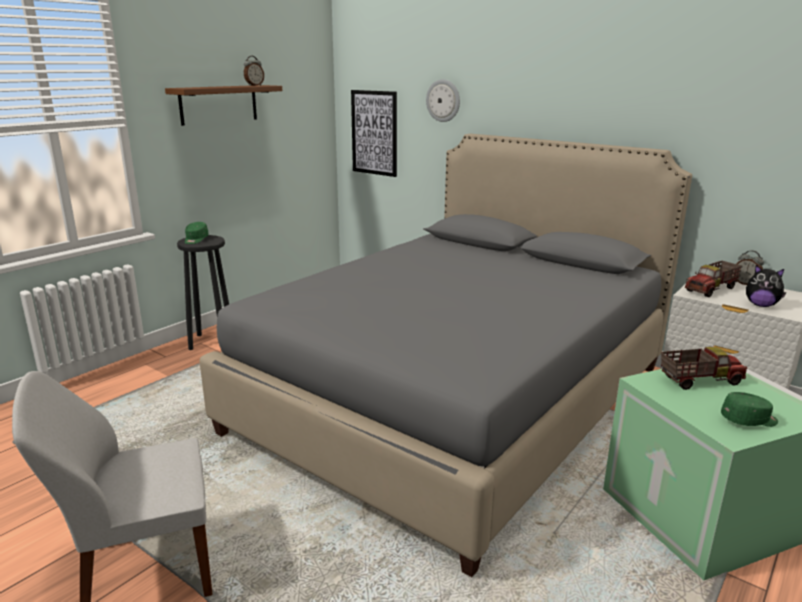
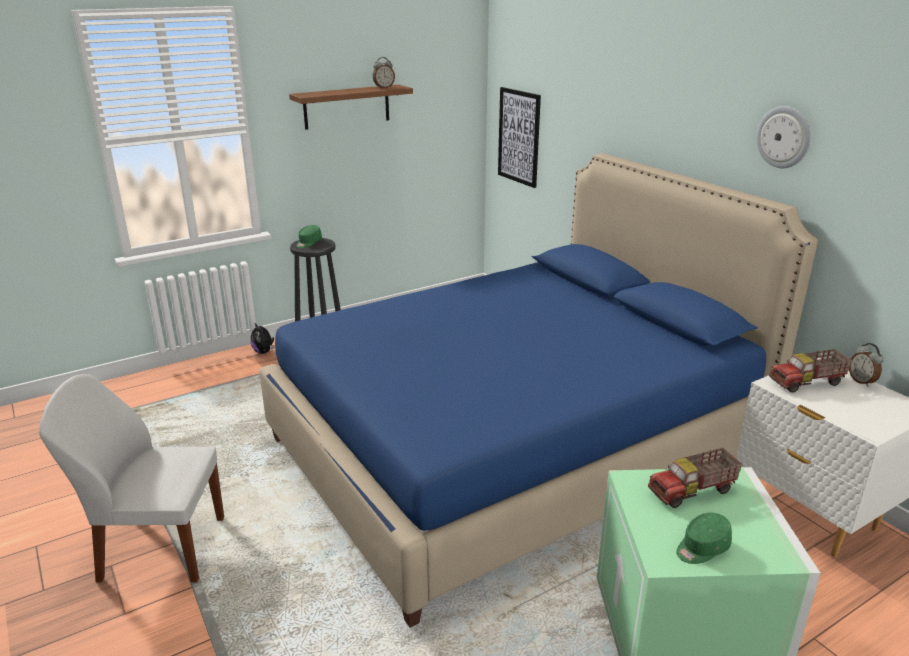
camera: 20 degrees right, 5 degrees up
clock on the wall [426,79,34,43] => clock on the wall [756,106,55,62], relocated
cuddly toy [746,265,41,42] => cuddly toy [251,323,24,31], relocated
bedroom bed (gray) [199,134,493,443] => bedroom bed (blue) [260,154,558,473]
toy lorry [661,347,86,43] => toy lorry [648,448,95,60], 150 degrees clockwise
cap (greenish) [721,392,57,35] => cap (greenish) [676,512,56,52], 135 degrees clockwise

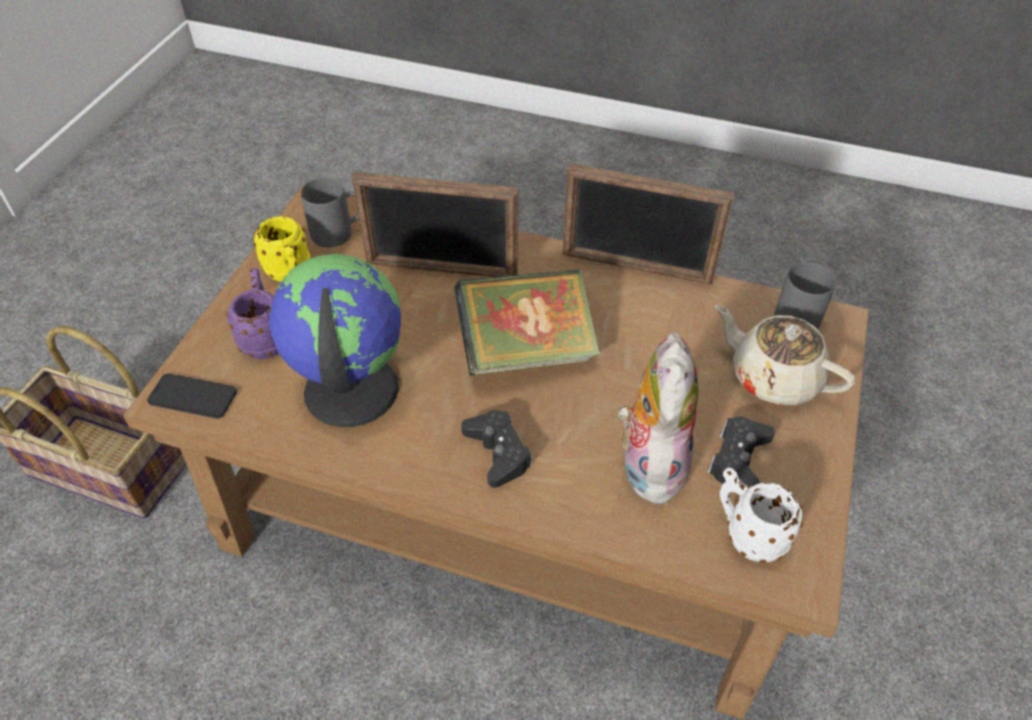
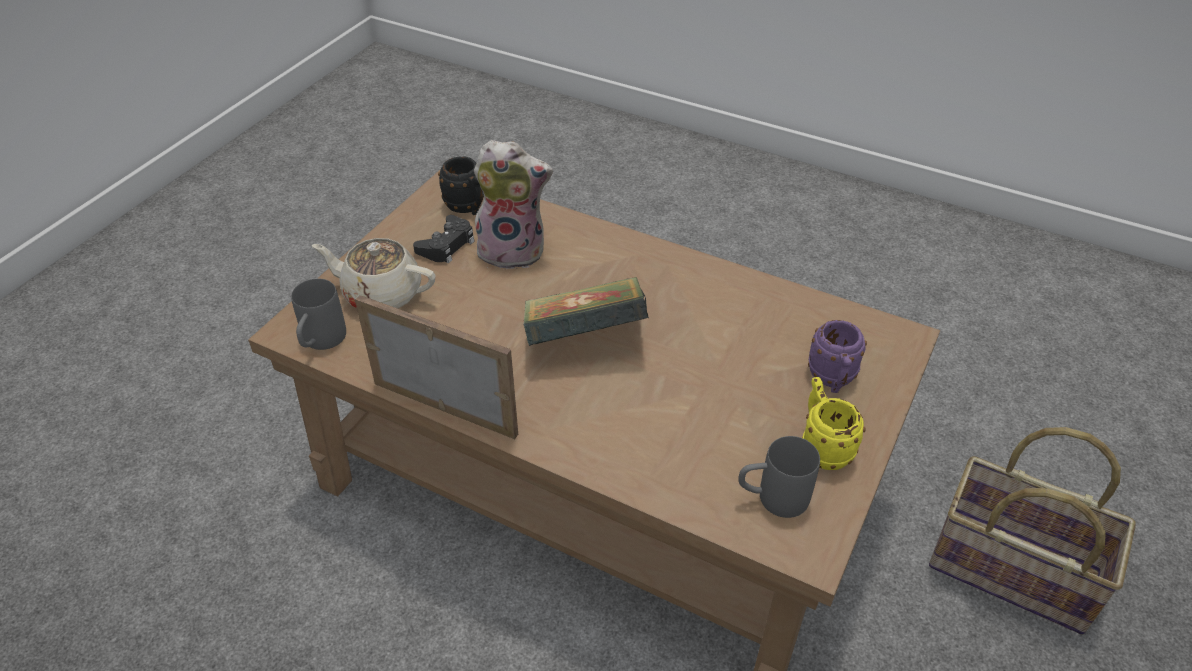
camera: 170 degrees left, 5 degrees down
phone [147,373,90,46] => nothing
world globe [268,254,133,173] => nothing
standing frame [352,172,166,105] => nothing
joypad (blackish) [461,410,71,78] => nothing
coffee mug (whitish) [720,467,83,96] => coffee mug (blackish) [438,156,46,59]
cuddly toy [618,332,80,173] => cuddly toy [474,140,79,129], 105 degrees counterclockwise
tea pot (beige-coloured) [715,305,140,100] => tea pot (beige-coloured) [312,238,124,70], 150 degrees clockwise

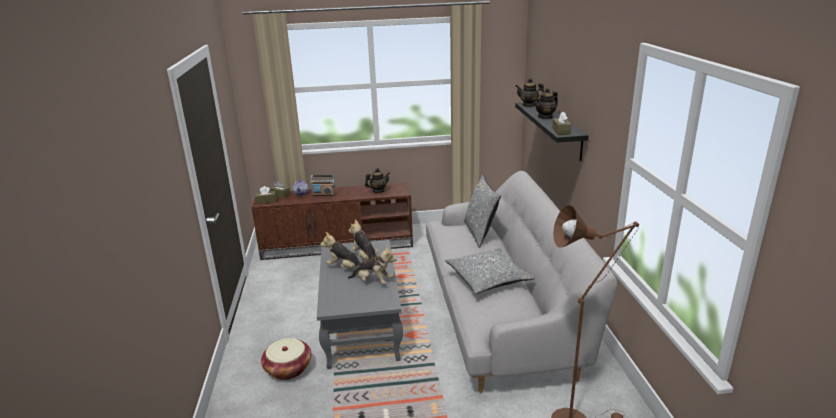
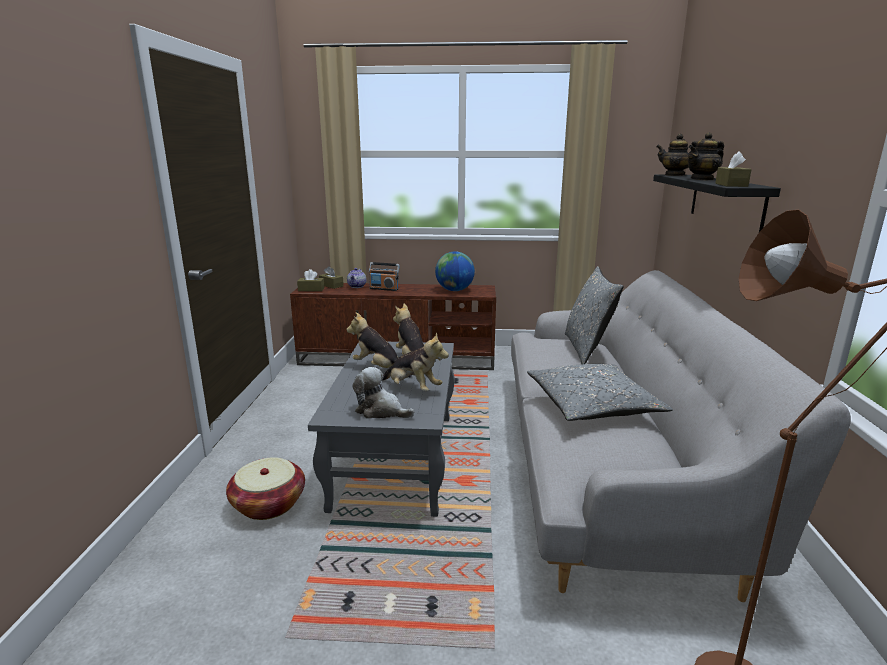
camera: 10 degrees right, 5 degrees down
nothing => cuddly toy [352,367,62,52]
tea pot [365,168,25,25] => world globe [435,251,40,40]

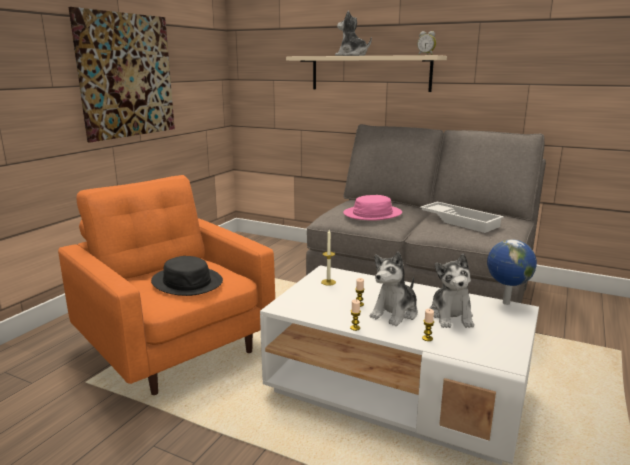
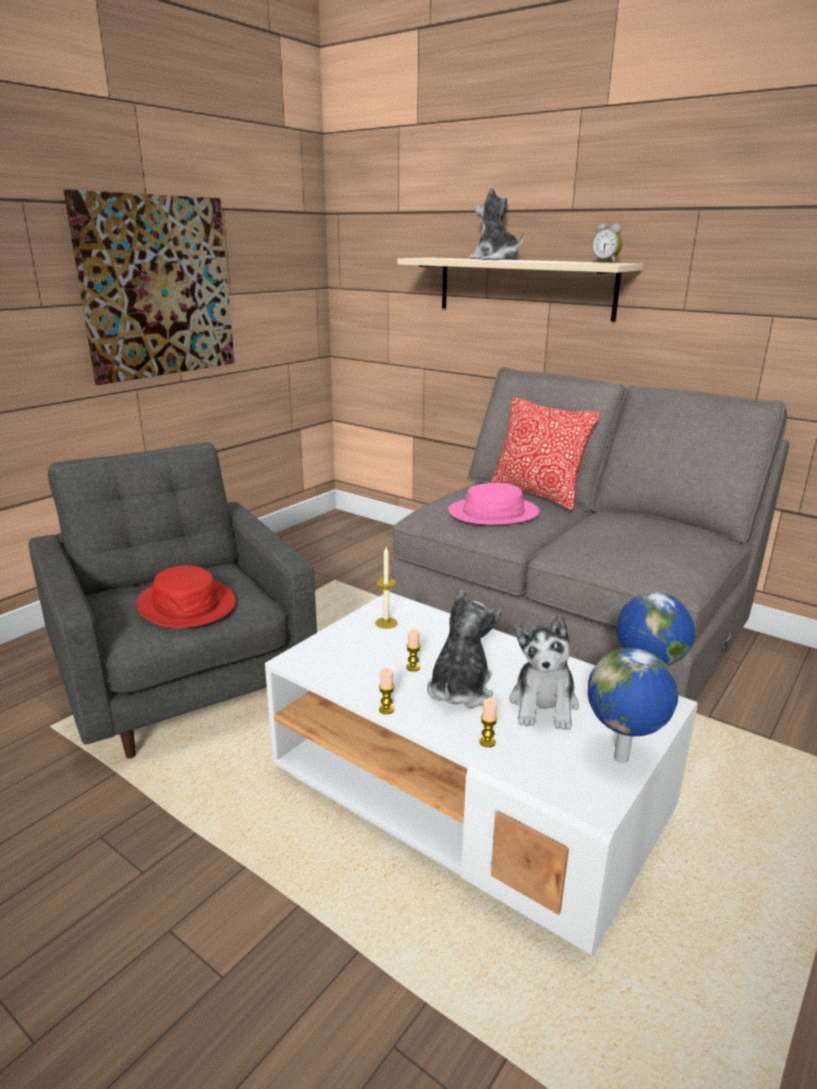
camera: 10 degrees right, 5 degrees up
tray (whitish) [420,202,84,31] => nothing
nothing => pillow [490,397,110,114]
nothing => world globe [588,648,90,115]
lounge chair (orangey) [58,175,217,220] => lounge chair (gray) [29,442,288,317]
hat (blackish) [151,256,72,40] => hat (red) [136,565,99,63]
cuddly toy [370,252,48,74] => cuddly toy [427,590,74,118], 150 degrees clockwise

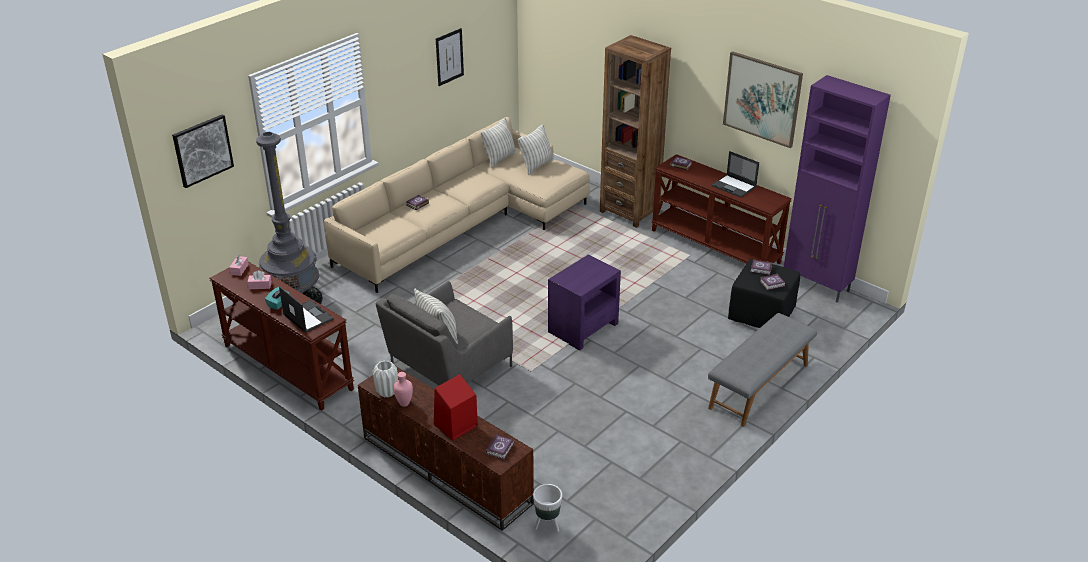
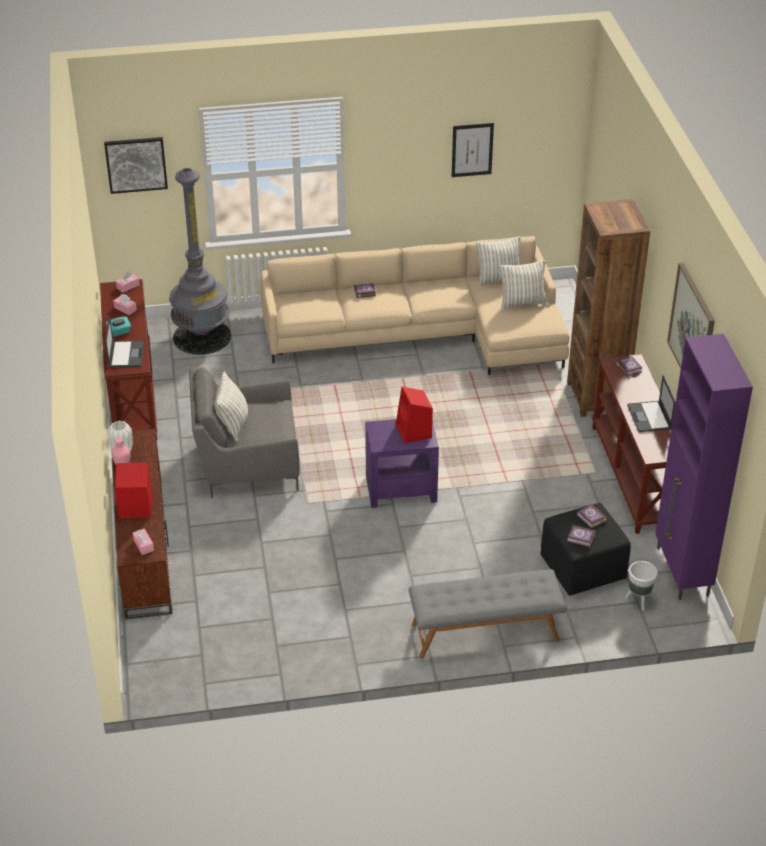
camera: 40 degrees right, 5 degrees up
nothing => audio speaker (red) [396,387,37,56]
plant pot (whitish) [533,484,29,48] => plant pot (whitish) [625,561,32,50], relocated
book [486,434,28,25] => tissue box (pink) [133,529,21,26]

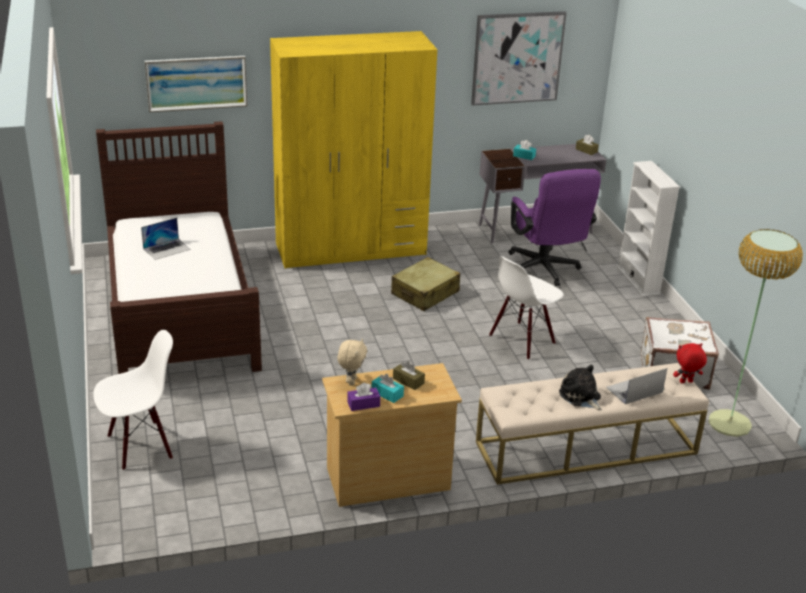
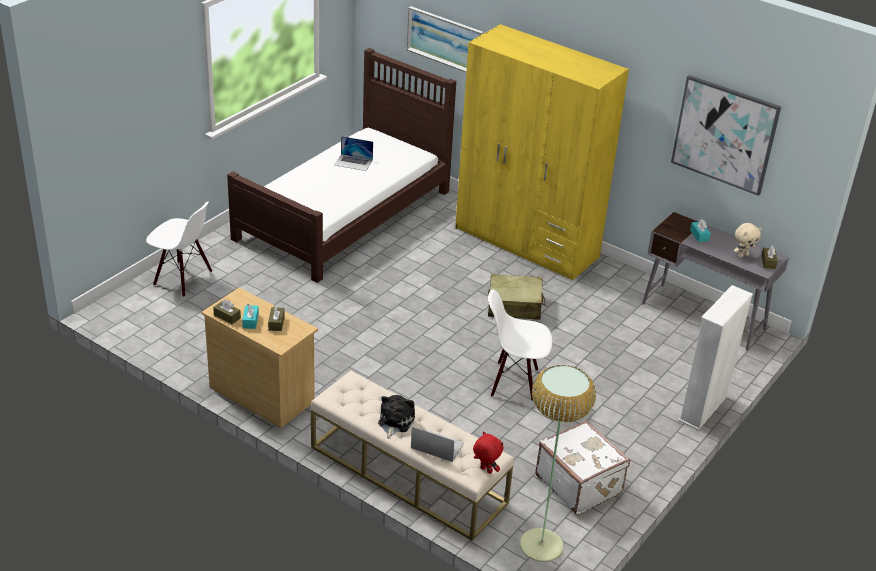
camera: 50 degrees right, 5 degrees up
office chair (purplish) [508,169,93,117] => nothing
cuddly toy (beige-coloured) [337,339,30,47] => cuddly toy (beige-coloured) [734,223,27,35], relocated
tissue box (purplish) [347,383,33,28] => tissue box (brown-coloured) [213,299,28,25]

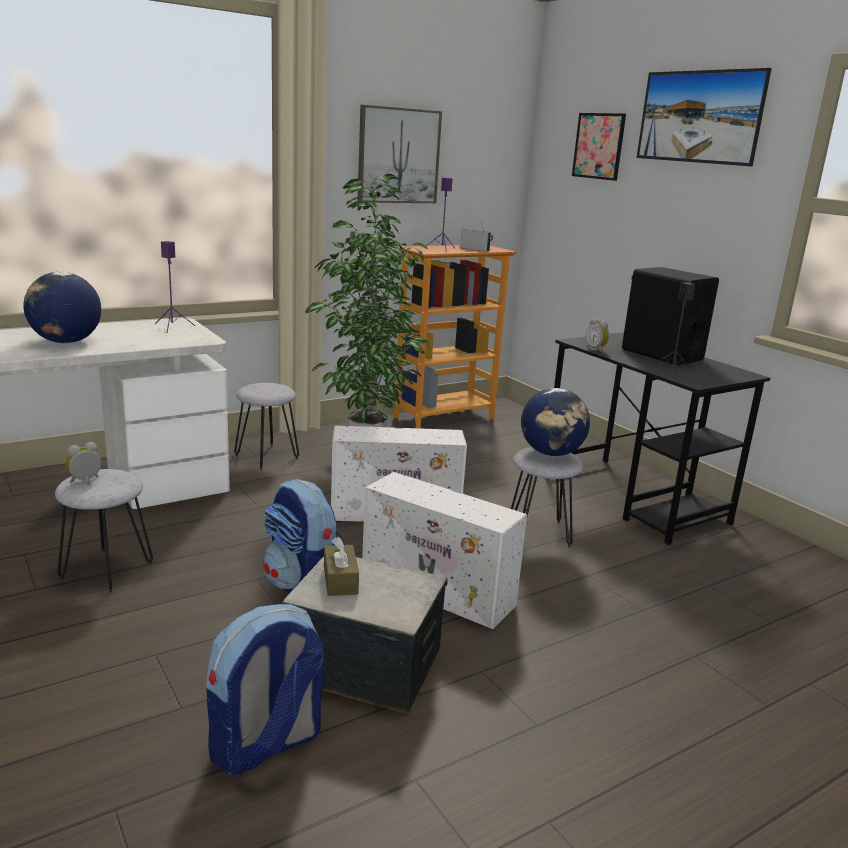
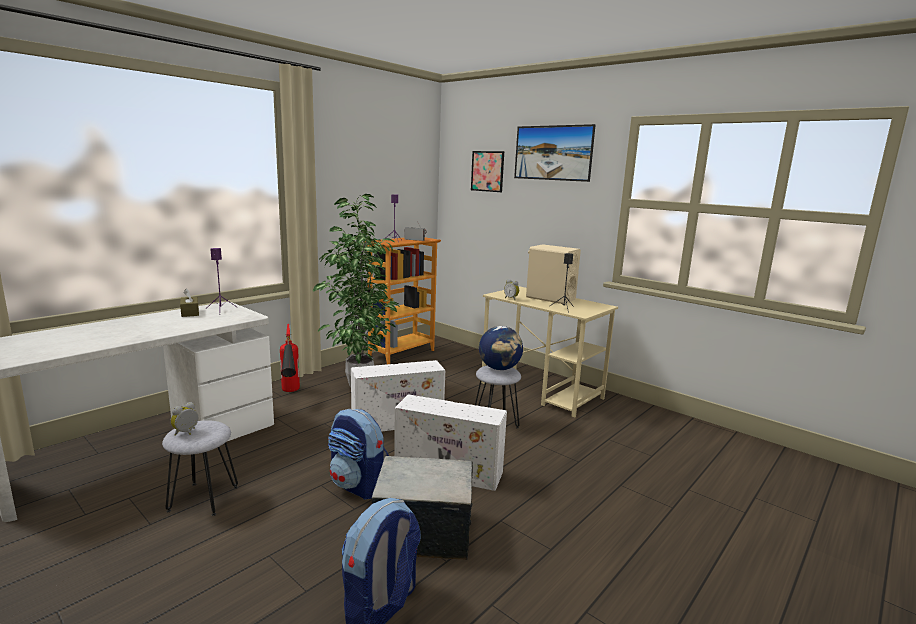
camera: 15 degrees left, 5 degrees down
world globe [23,272,78,71] => nothing
wall art [358,105,84,98] => nothing
tissue box (brown-coloured) [324,537,35,59] => tissue box (brown-coloured) [180,288,19,29], relocated
sitting stool (gray) [234,383,65,86] => extinguisher [280,324,20,68]
desk unit (blackish) [554,332,216,213] => desk unit (beige-coloured) [481,286,137,132]
audio speaker (blackish) [622,267,97,98] => audio speaker (beige-coloured) [526,245,55,59]

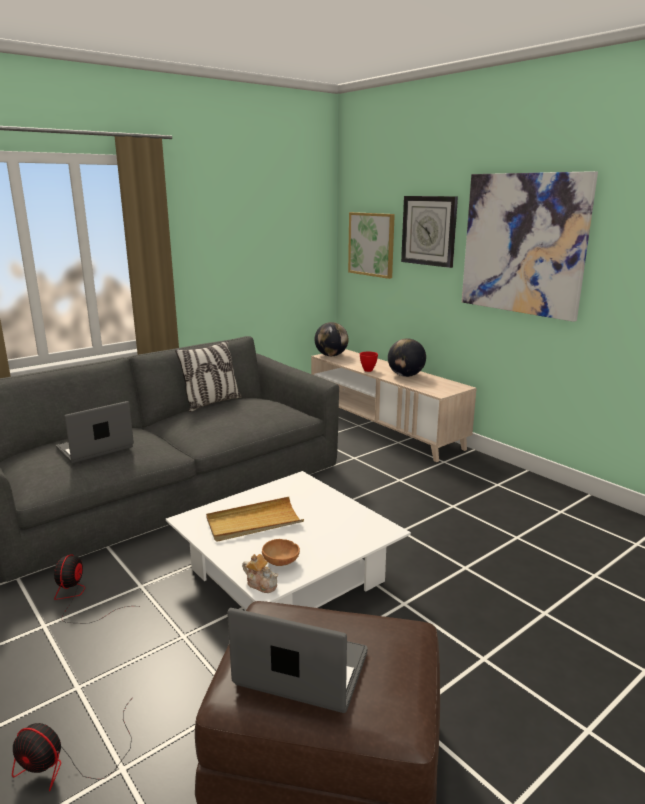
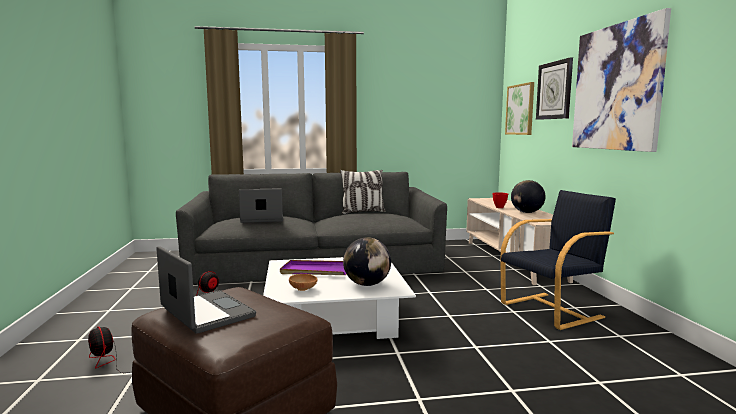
camera: 30 degrees right, 10 degrees down
tea pot [242,554,36,39] => nothing
nothing => lounge chair (blackish) [500,190,116,140]
world globe [314,322,34,34] => world globe [343,237,48,49], relocated
tray (beige-coloured) [206,497,98,45] => tray (purplish) [280,260,67,15]

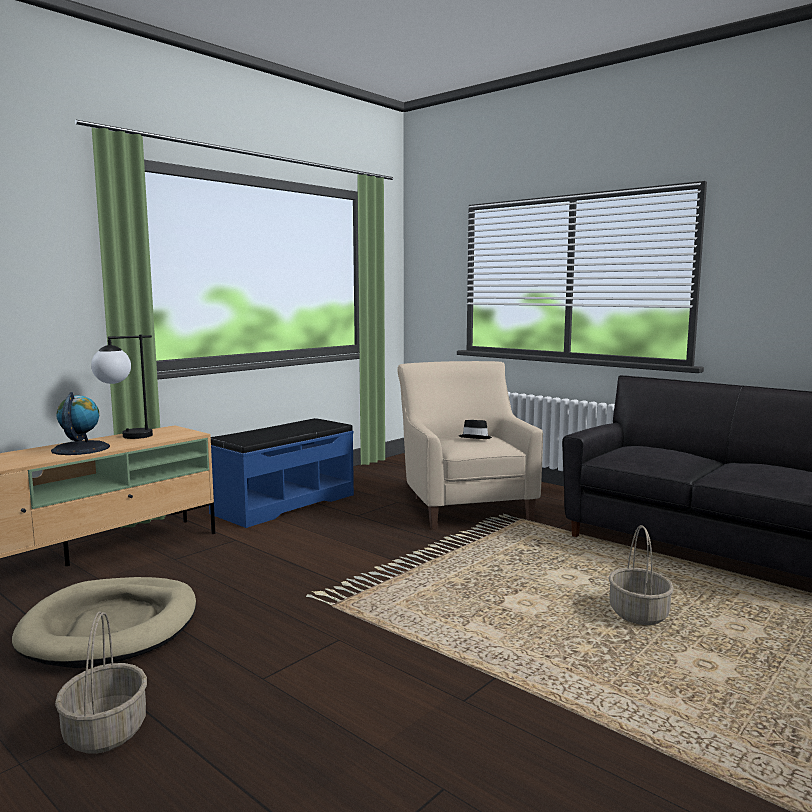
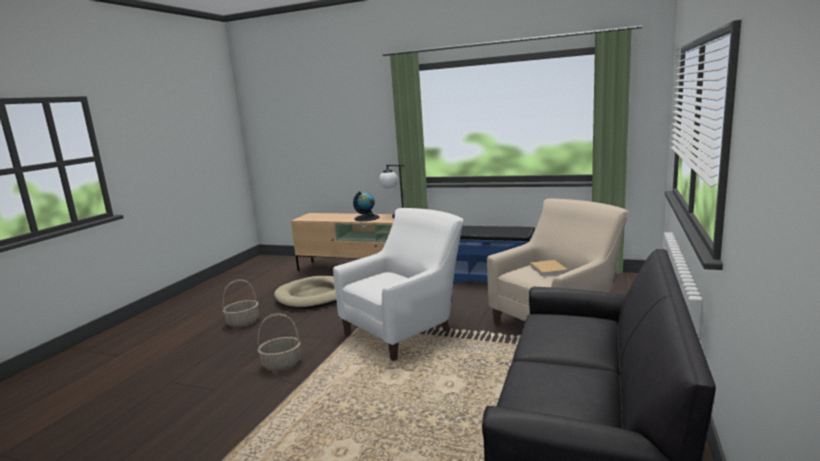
camera: 70 degrees right, 5 degrees up
nothing => lounge chair (whitish) [333,208,130,153]
household basket [609,525,65,100] => household basket [257,313,44,58], relocated
hat (blackish) [459,420,33,19] => book (beige-coloured) [530,260,38,16]

